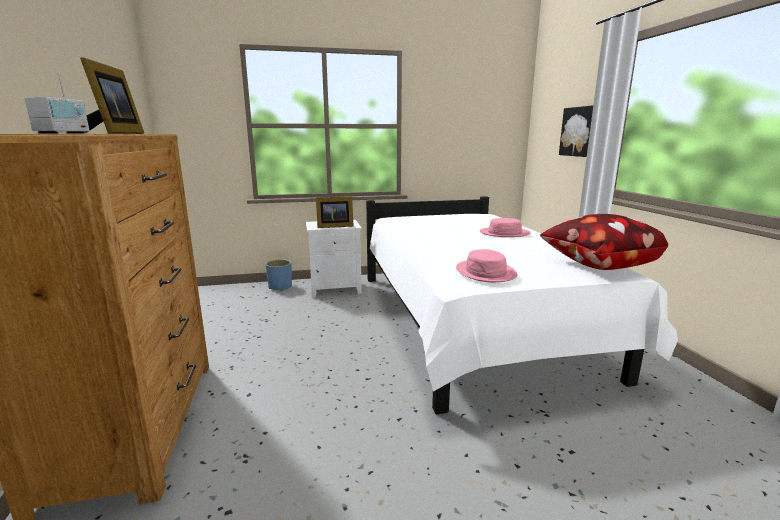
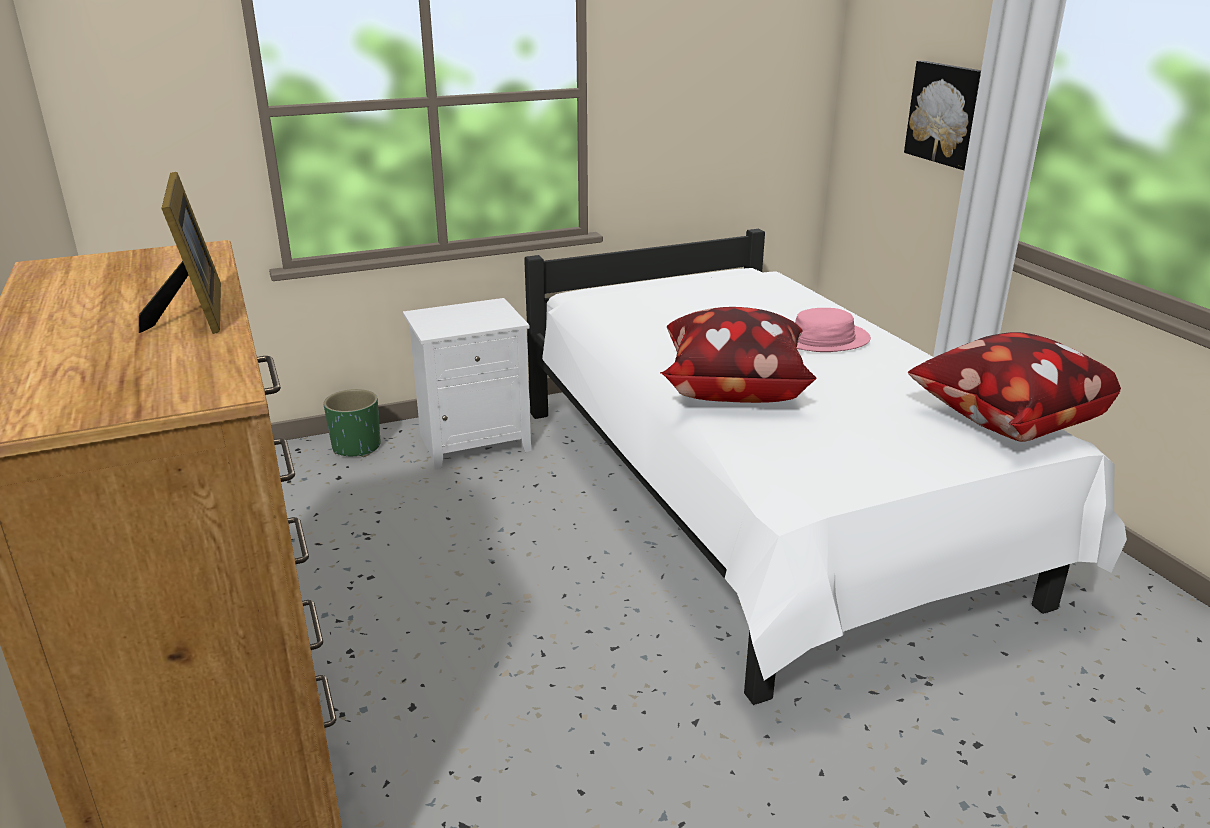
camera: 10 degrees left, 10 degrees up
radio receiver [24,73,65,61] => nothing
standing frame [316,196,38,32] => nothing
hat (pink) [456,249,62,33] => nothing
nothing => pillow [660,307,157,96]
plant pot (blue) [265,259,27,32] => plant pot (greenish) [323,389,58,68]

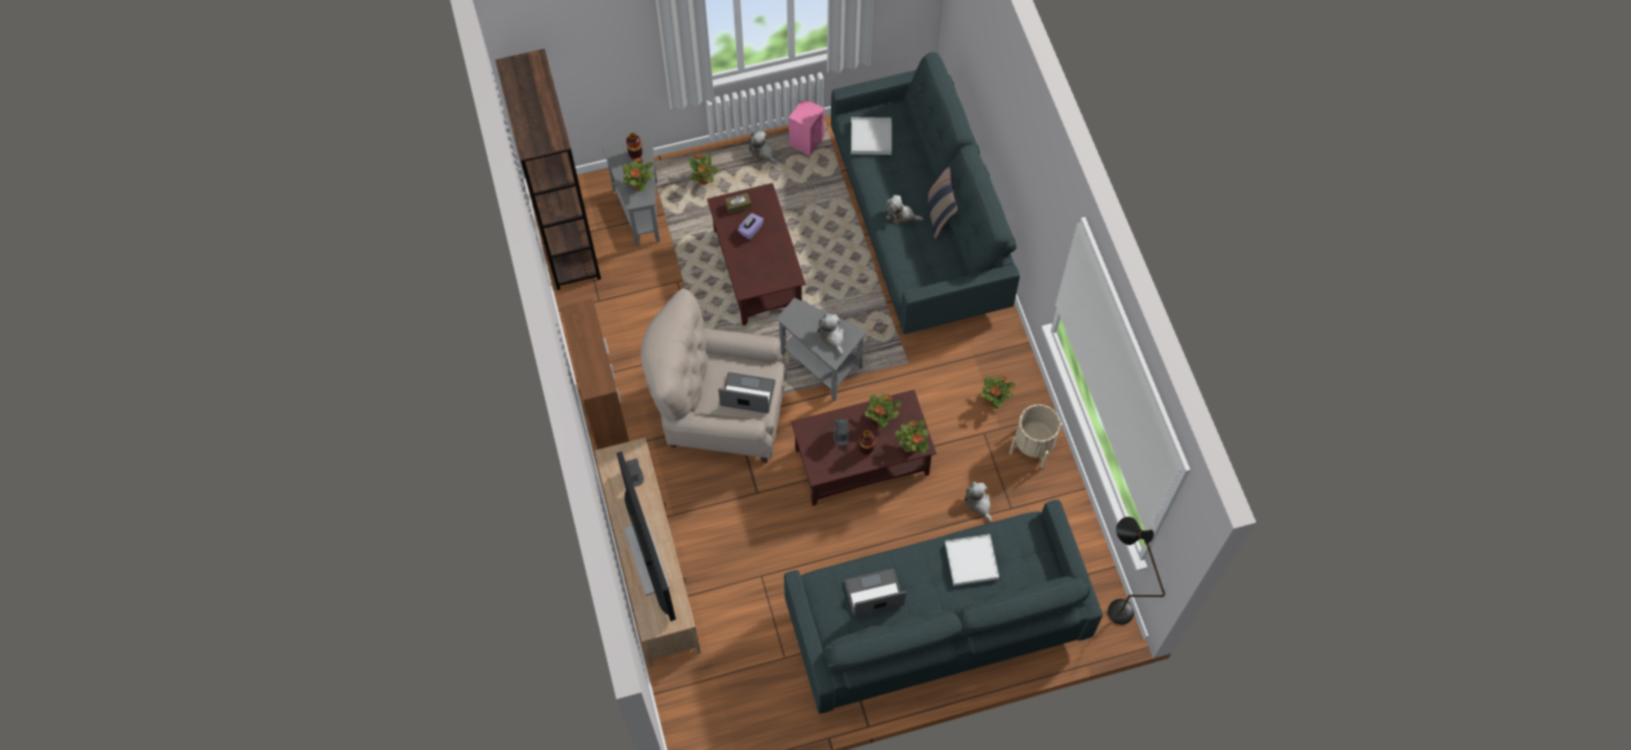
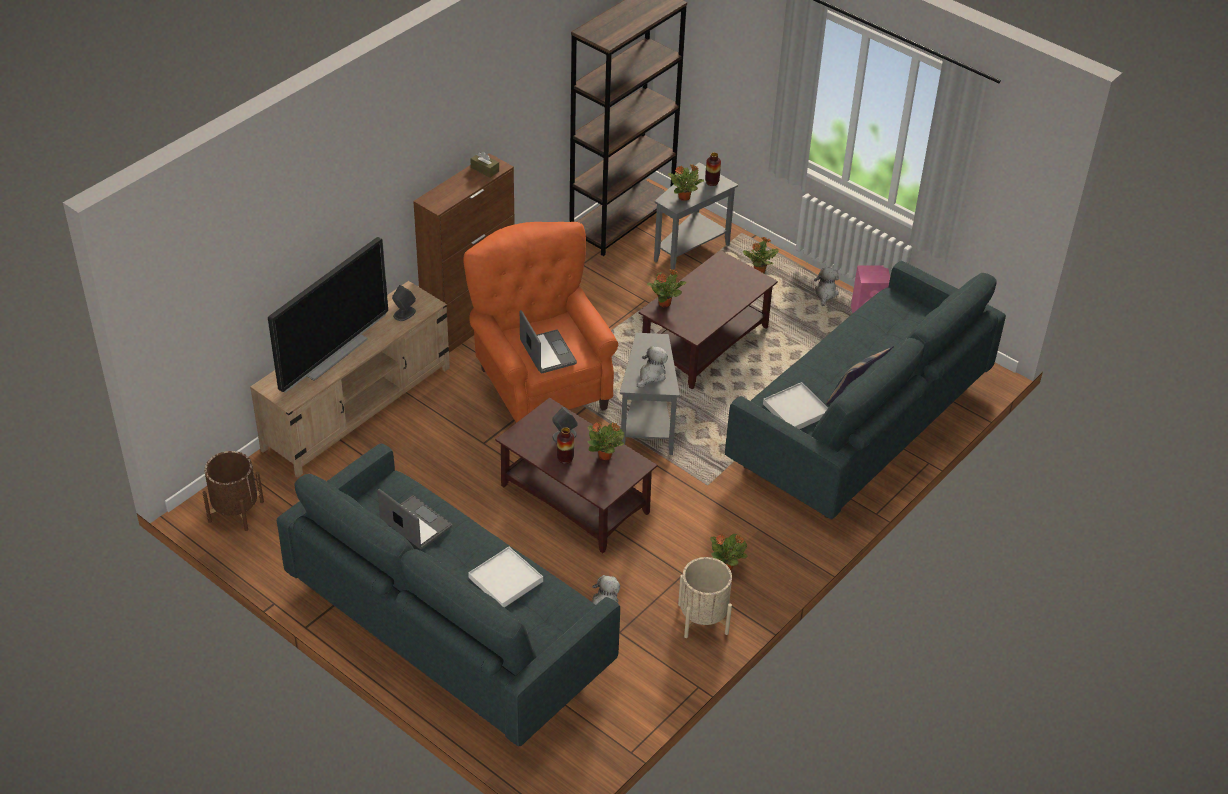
camera: 55 degrees right, 20 degrees down
tissue box (purplish) [737,213,27,27] => nothing
cuddly toy [886,195,38,30] => nothing
standing lamp (blackish) [1108,517,57,108] => nothing
nothing => plant pot (brown-coloured) [202,451,62,80]
tissue box (brown-coloured) [725,193,26,21] => tissue box (brown-coloured) [470,152,29,26], relocated
tray (whitish) [851,117,41,38] => tray (whitish) [763,382,65,47], relocated
houseplant [895,420,34,33] => houseplant [647,269,39,38], relocated
lounge chair (beige-coloured) [641,288,146,175] => lounge chair (orangey) [463,222,155,202]

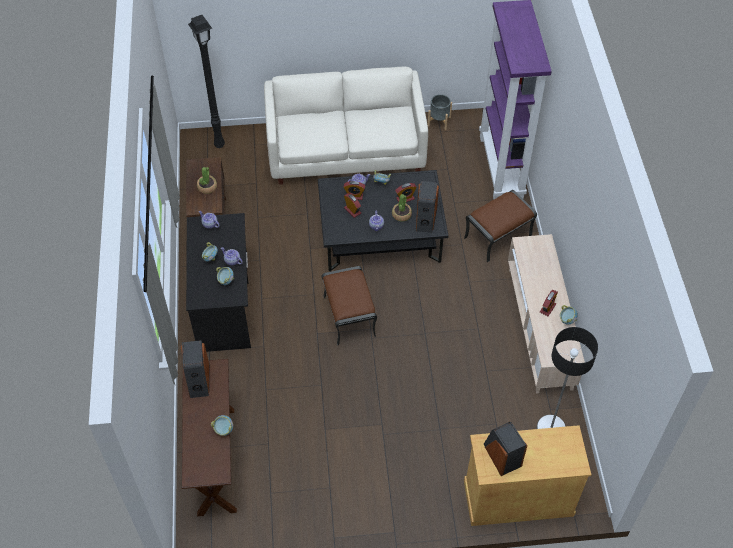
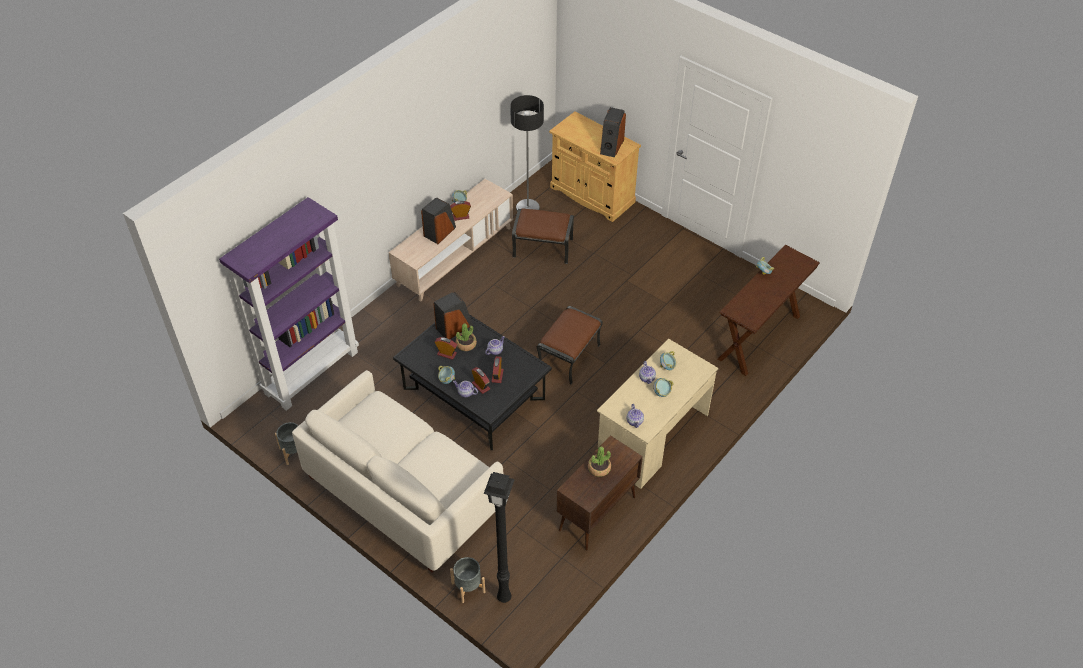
camera: 135 degrees left, 5 degrees down
nothing => plant pot (gray) [450,557,35,46]
audio speaker [181,340,28,58] => audio speaker [421,198,35,46], relocated
pouffe (brown-coloured) [464,190,73,72] => pouffe (brown-coloured) [512,208,62,56], relocated
desk unit (blackish) [186,213,65,139] => desk unit (beige-coloured) [597,339,122,150]

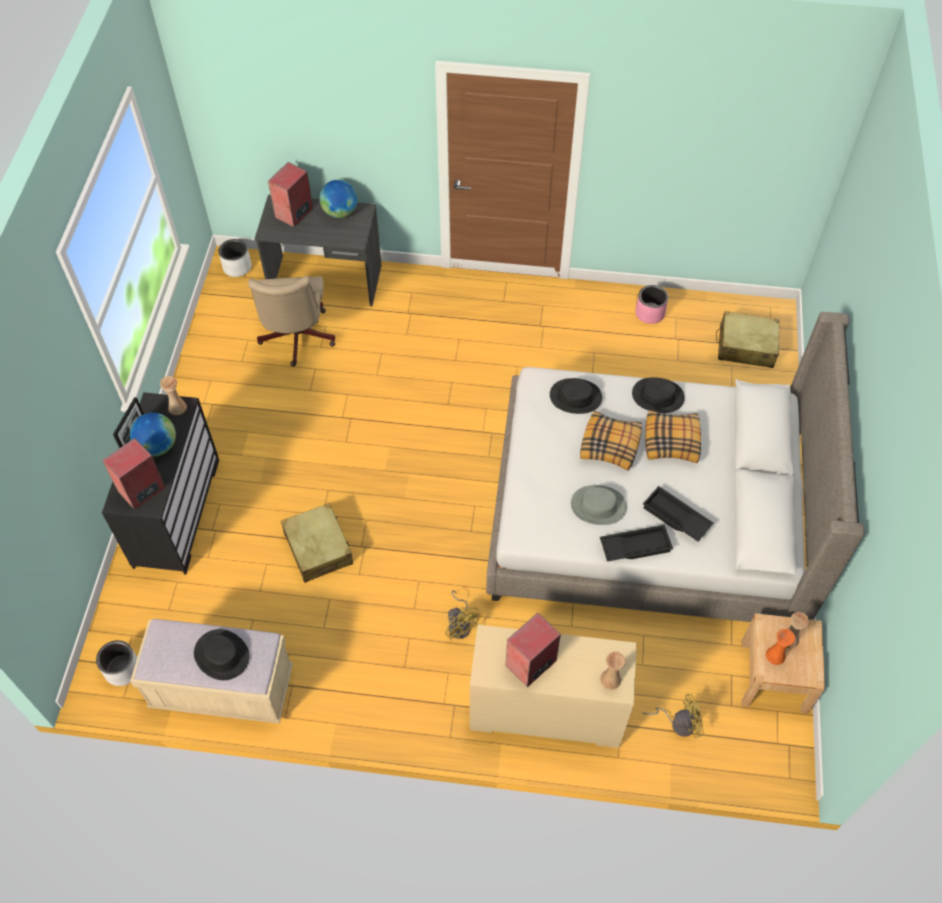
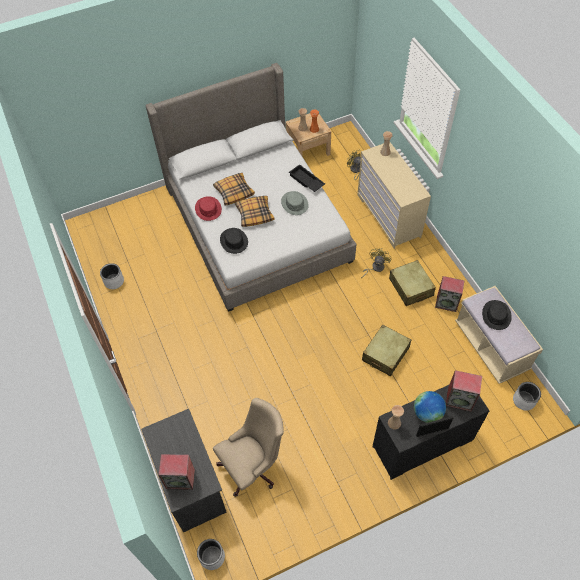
camera: 120 degrees left, 0 degrees up
world globe [320,180,37,38] => nothing
tray (blackish) [643,486,70,55] => nothing
audio speaker [505,613,56,74] => audio speaker [435,276,29,36], relocated
travel case (beige-coloured) [716,311,64,57] => travel case (beige-coloured) [389,260,47,46], relocated
hat (blackish) [632,377,53,36] => hat (red) [195,196,27,25]
plant pot (pink) [635,285,33,39] => plant pot (whitish) [100,263,24,26]

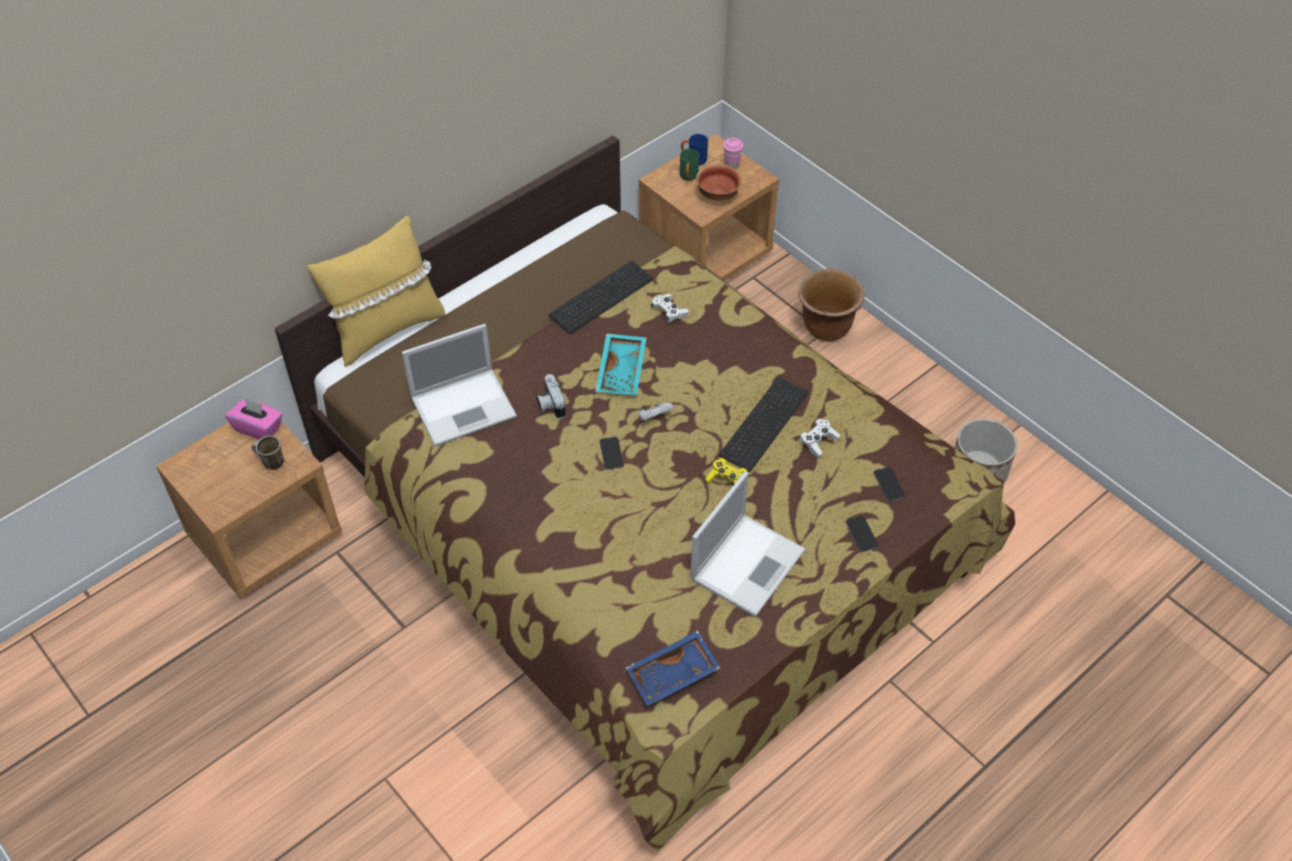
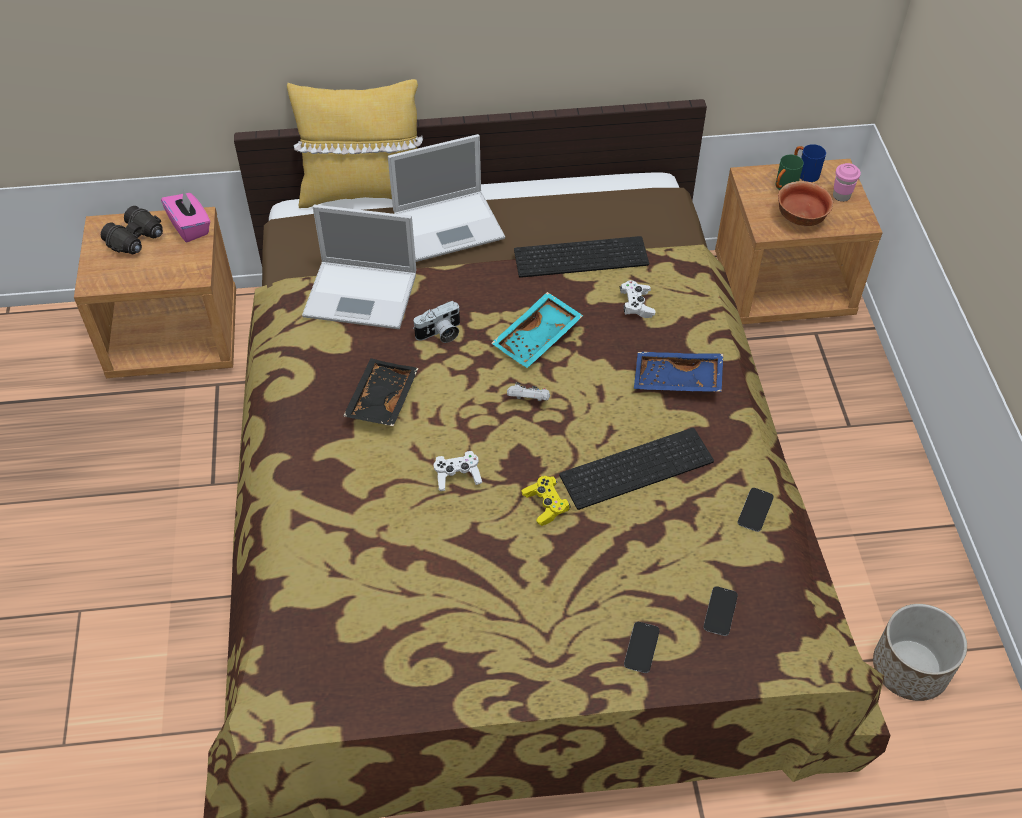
camera: 35 degrees right, 0 degrees up
coffee mug [252,436,32,34] => nothing
plant pot (brown-coloured) [798,269,66,72] => nothing
nothing => binoculars (blackish) [101,206,62,48]
nothing => tray (blackish) [343,358,75,68]
phone [599,437,25,33] => phone [738,488,36,44], relocated
tray (blue) [626,630,94,76] => tray (blue) [634,352,89,40], relocated
laptop [690,472,115,145] => laptop [388,134,117,128], relocated
joypad (whitish) [799,419,41,38] => joypad (whitish) [433,451,49,40], relocated
photo camera [536,374,30,45] => photo camera [413,301,47,42], 135 degrees counterclockwise

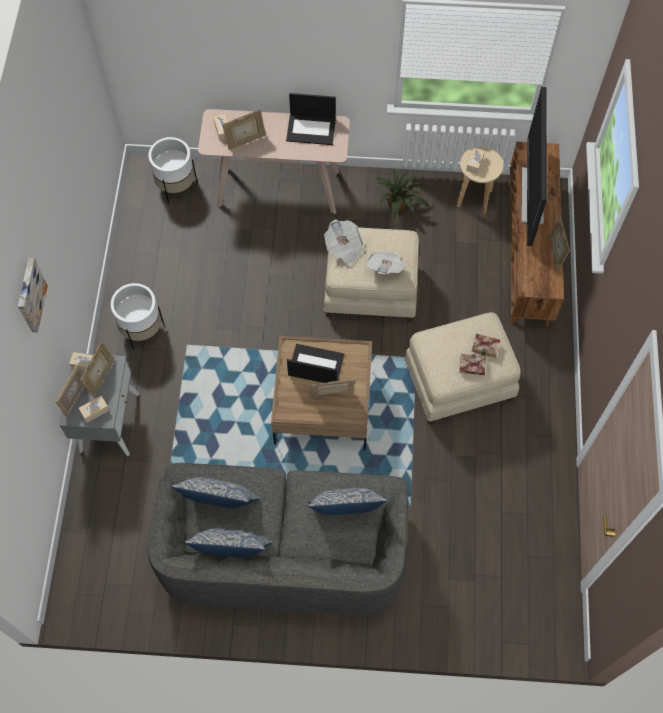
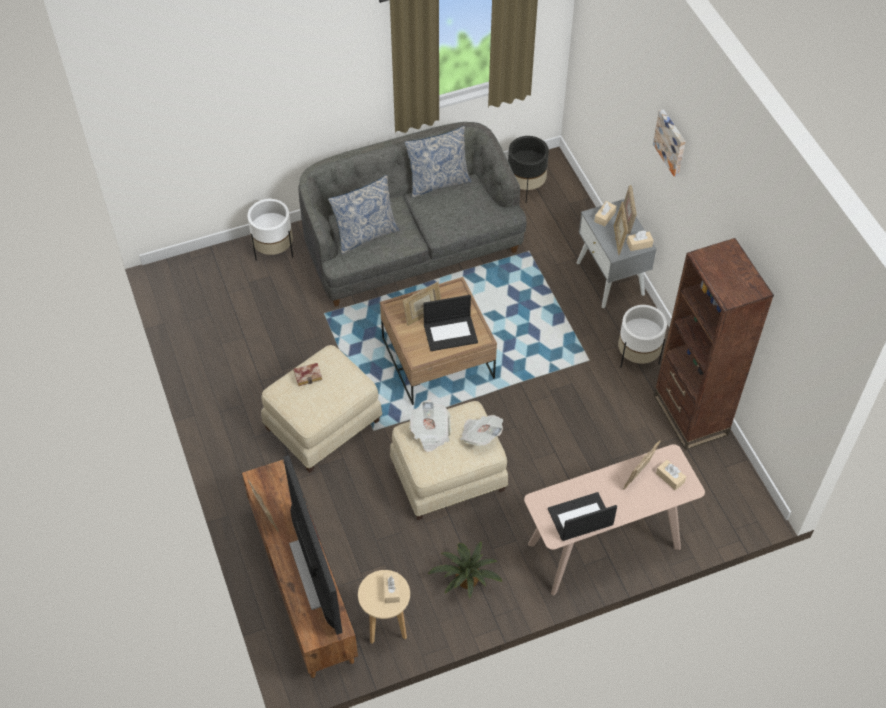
camera: 155 degrees right, 10 degrees down
pillow [171,477,89,31] => nothing
book [472,333,28,25] => nothing
nothing => plant pot (blackish) [508,136,41,67]
nothing => bookshelf (brown-coloured) [654,238,120,212]
plant pot (whitish) [148,137,49,66] => plant pot (whitish) [247,199,46,62], relocated

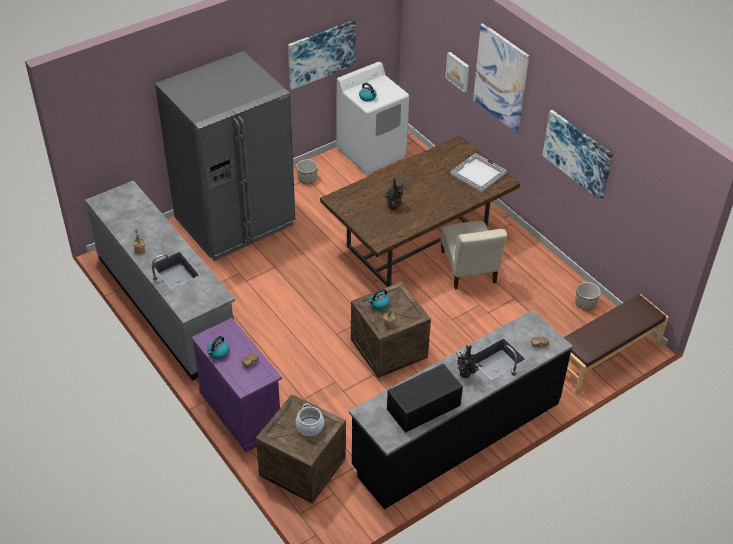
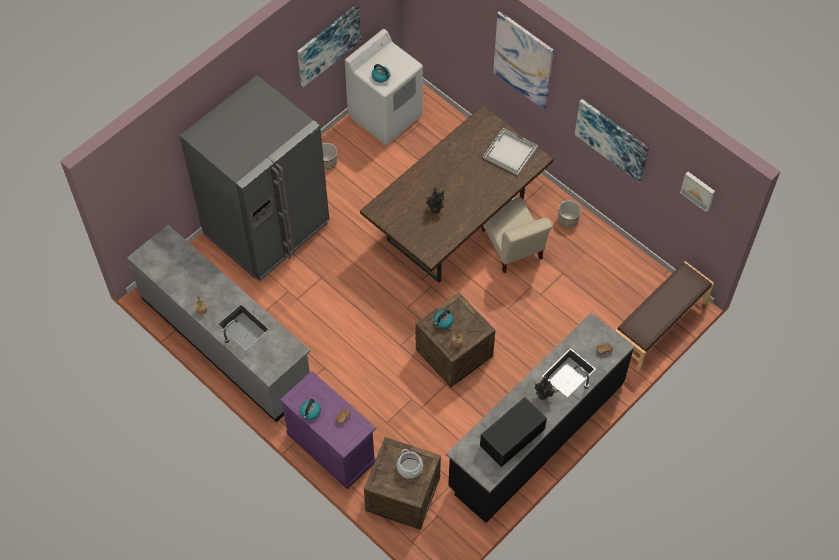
camera: 10 degrees left, 15 degrees up
wall art [445,52,24,40] => wall art [680,172,35,40], relocated
plant pot [575,282,26,28] => plant pot [558,200,23,28], relocated

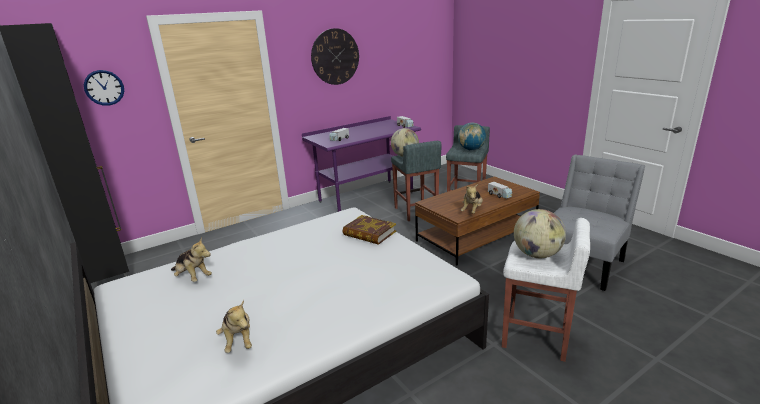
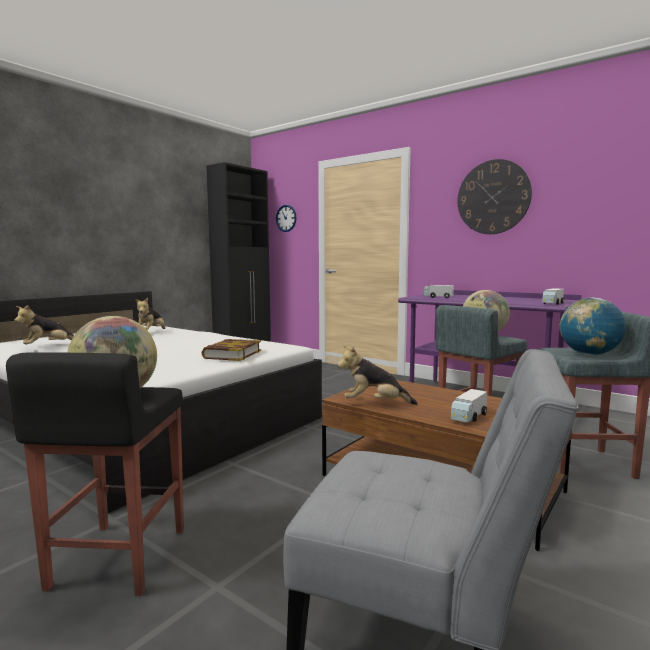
camera: 70 degrees right, 15 degrees down
sitting stool (whitish) [502,218,88,144] => sitting stool (blackish) [6,352,178,244]

